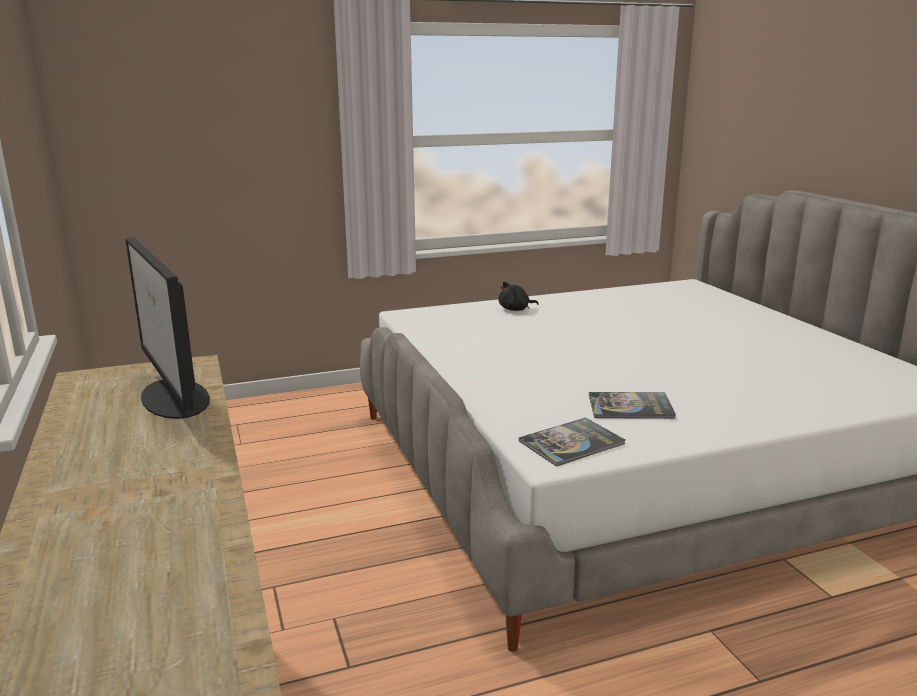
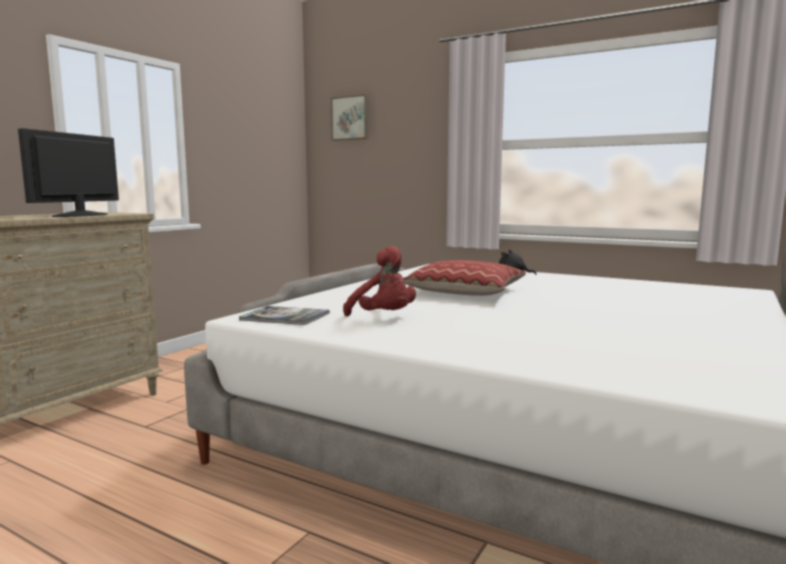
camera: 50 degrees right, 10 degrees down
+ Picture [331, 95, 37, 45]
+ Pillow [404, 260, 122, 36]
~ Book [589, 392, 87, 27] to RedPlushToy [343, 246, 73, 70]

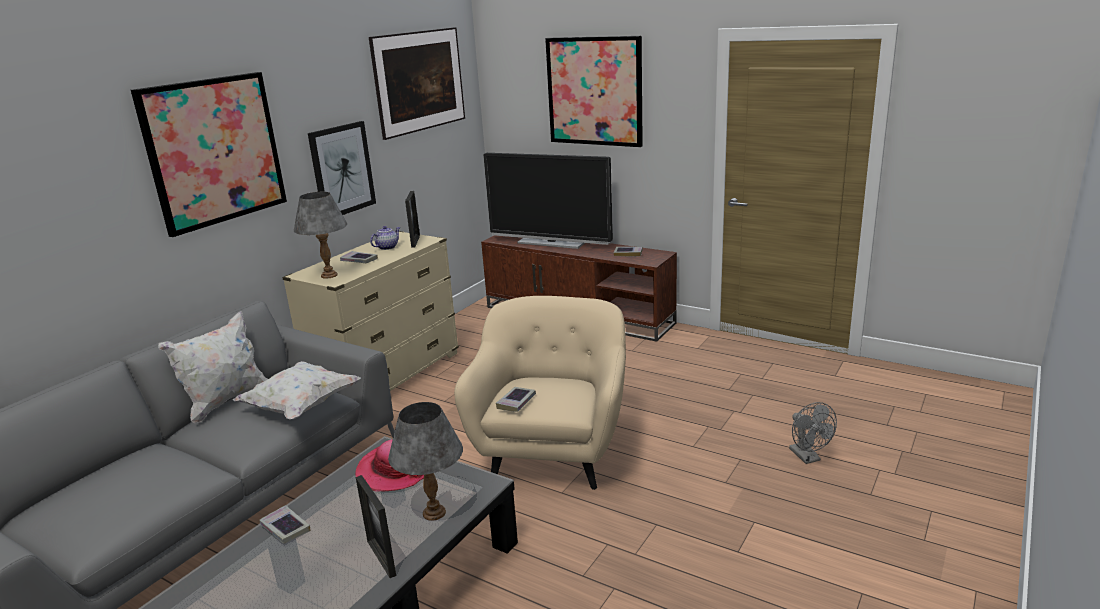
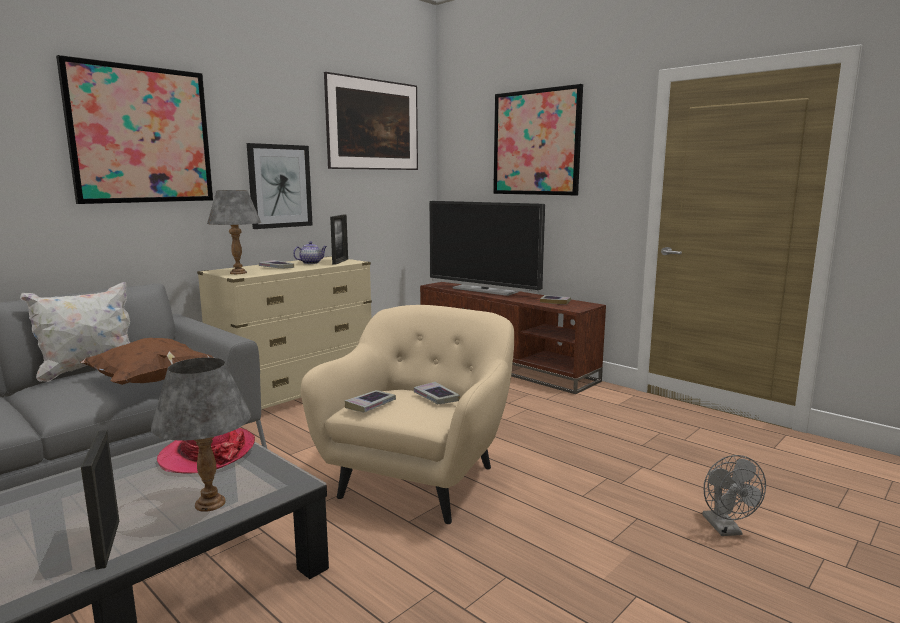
camera: 10 degrees right, 10 degrees down
~ Book [259, 505, 51, 39] to [414, 382, 46, 22]
~ WhitePillow [233, 361, 128, 58] to BrownPillow [80, 338, 135, 47]

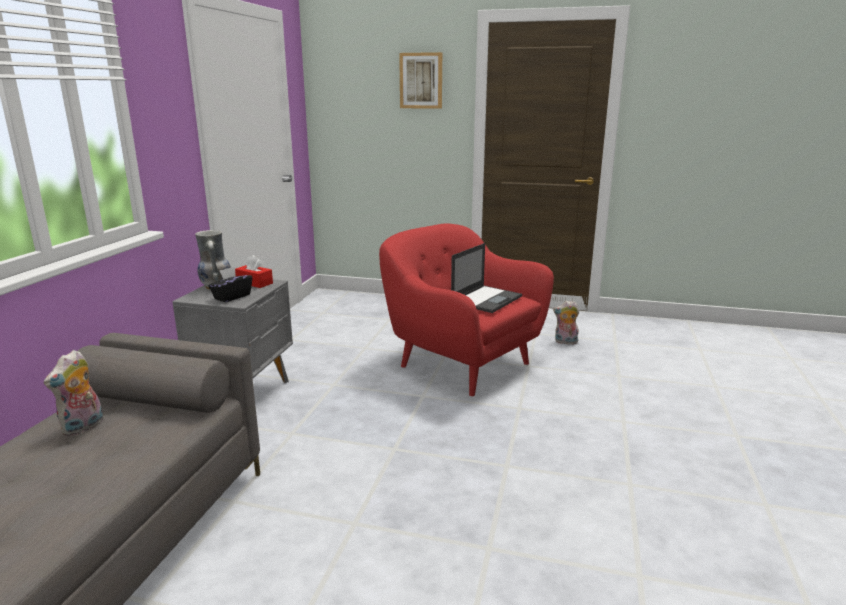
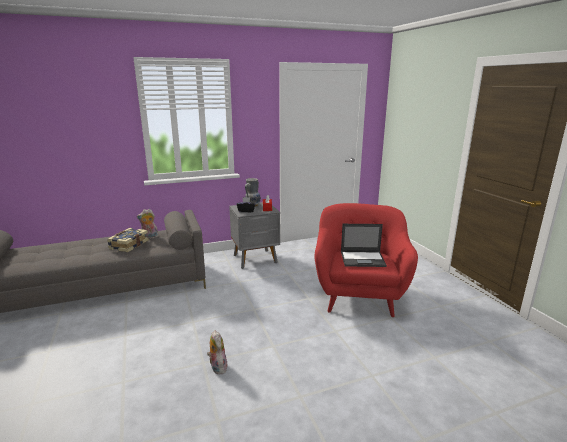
camera: 55 degrees right, 0 degrees up
- Picture [399, 52, 43, 57]
+ Book [107, 228, 42, 24]
~ PlushToy [553, 301, 26, 44] to [207, 331, 20, 43]

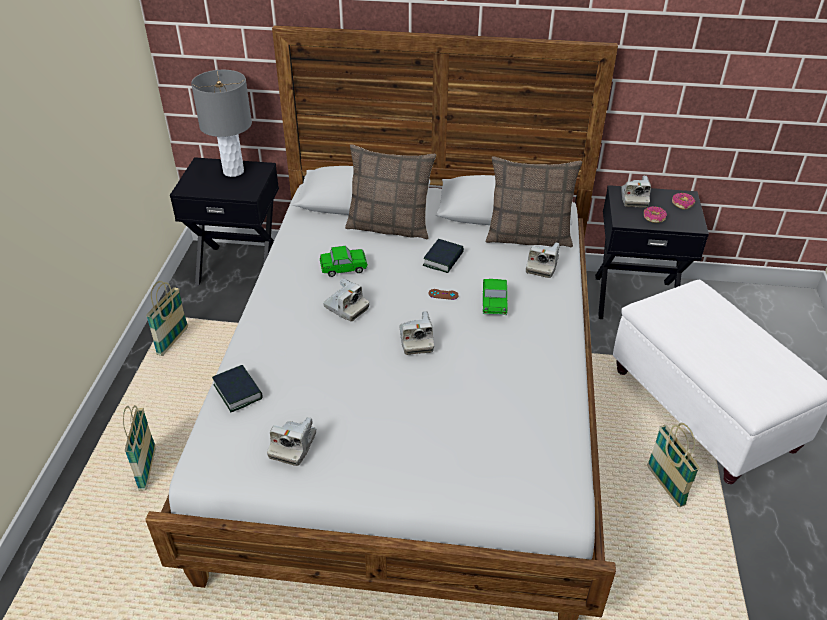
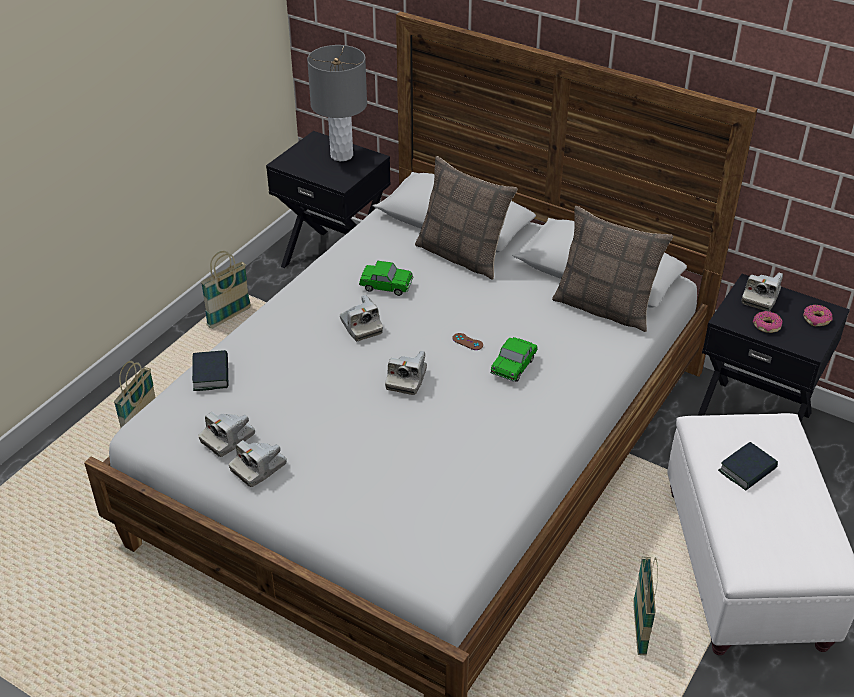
camera: 25 degrees right, 0 degrees up
~ Book [423, 239, 41, 34] to [718, 442, 60, 49]
~ PhotoCamera [526, 243, 34, 35] to [229, 440, 58, 47]

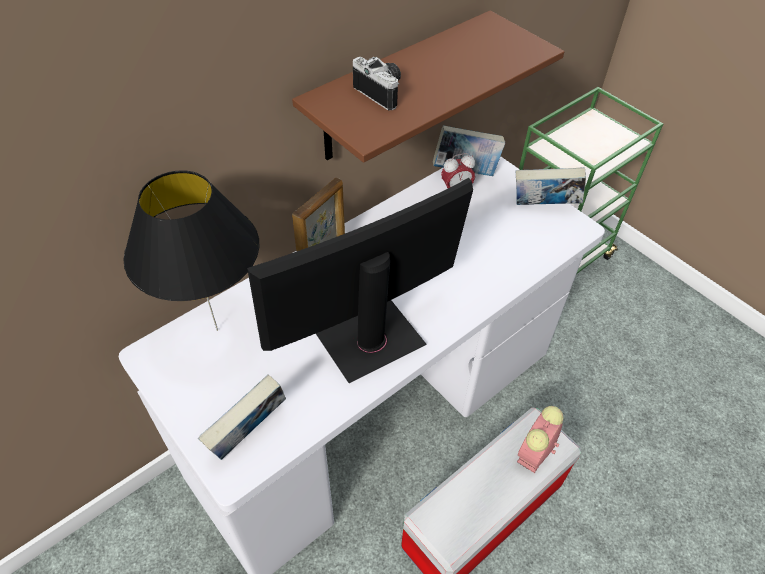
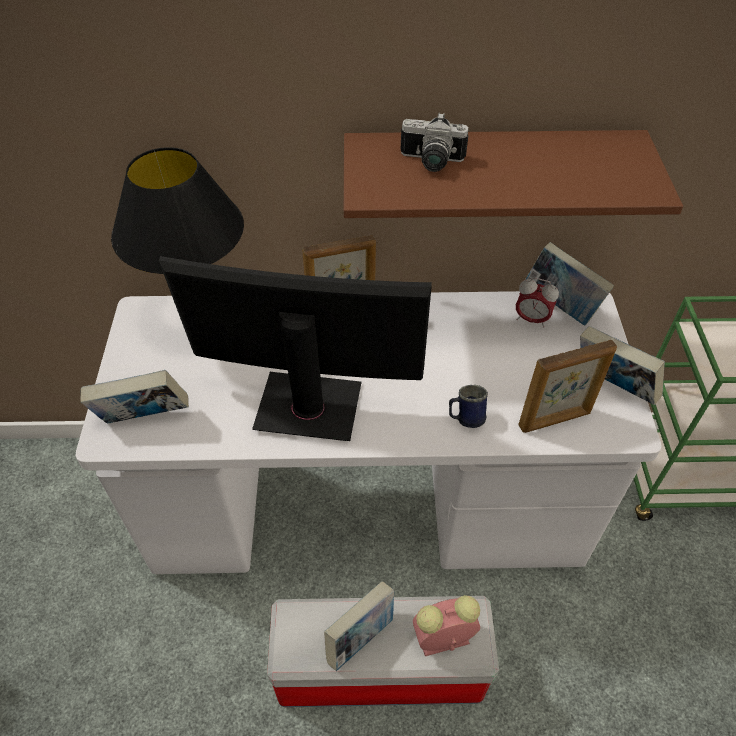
camera: 40 degrees right, 0 degrees up
+ Book [324, 581, 70, 90]
+ BlueMug [449, 385, 39, 43]
+ PictureFrame [518, 340, 99, 93]
~ PhotoCamera [353, 57, 48, 53] = [401, 113, 68, 59] 105 degrees clockwise

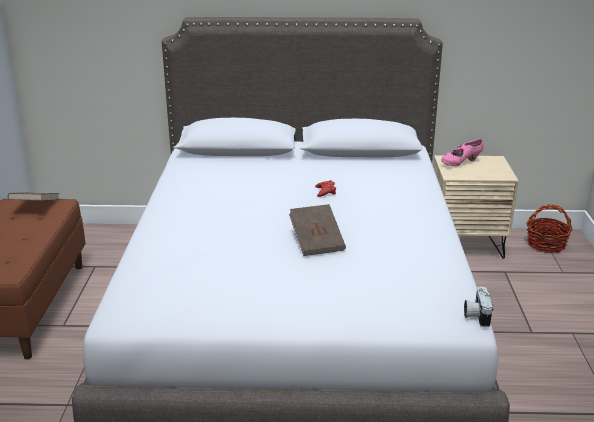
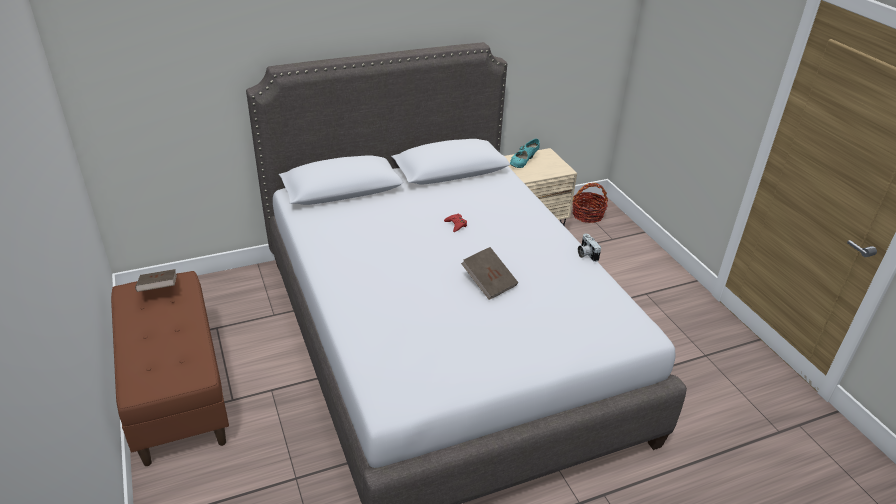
camera: 25 degrees left, 10 degrees up
~ PhotoCamera [464, 286, 29, 42] to [578, 234, 23, 28]
~ PinkShoe [441, 139, 43, 27] to TurquoiseShoe [510, 139, 30, 29]

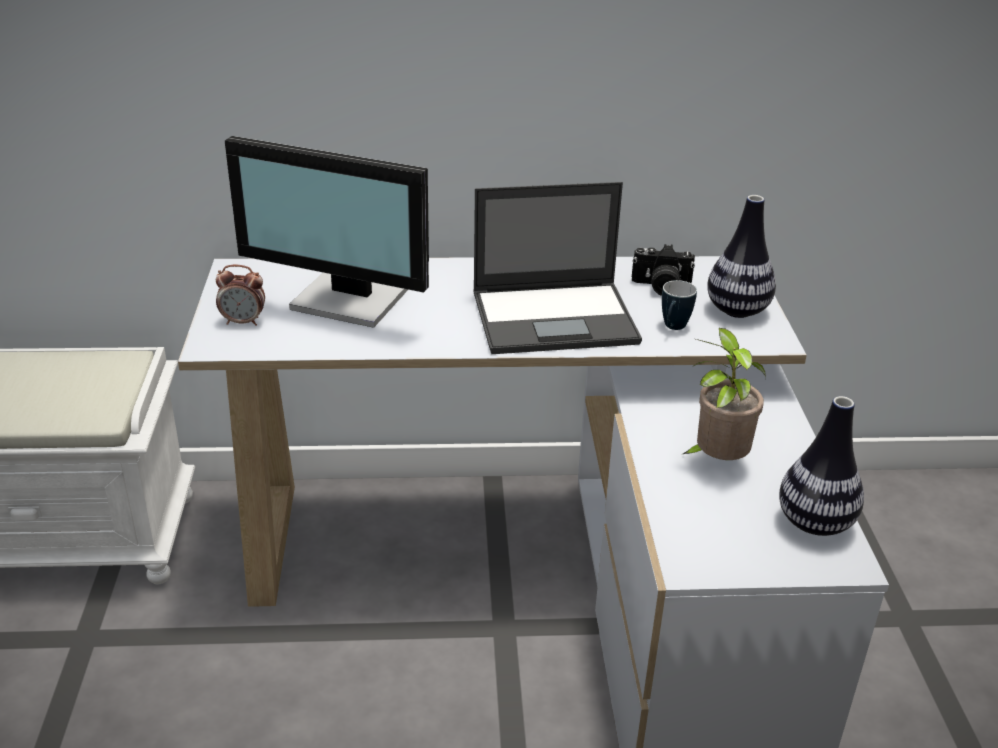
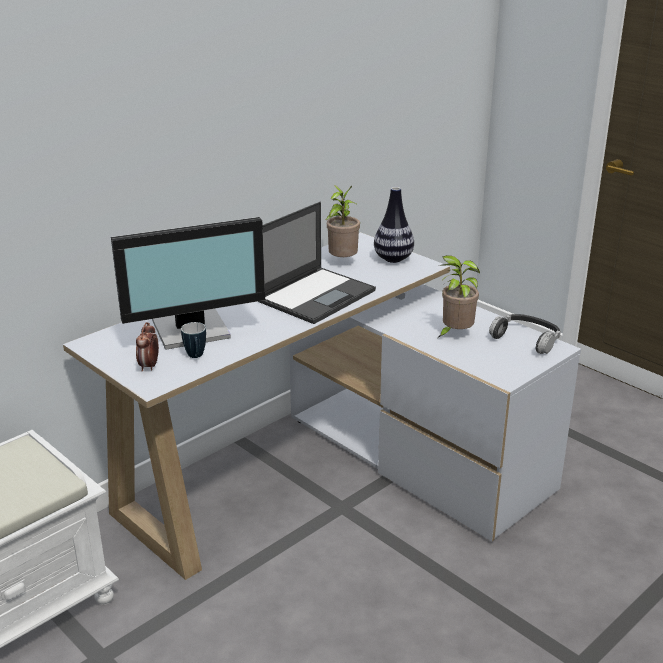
camera: 40 degrees left, 5 degrees down
~ Mug [662, 280, 35, 50] to [181, 322, 25, 36]
~ PhotoCamera [632, 244, 63, 52] to PottedPlant [326, 185, 34, 72]
~ Vase [779, 396, 85, 140] to Headphones [489, 314, 72, 40]
~ AlarmClock [216, 265, 49, 61] = [136, 322, 23, 50] 135 degrees clockwise

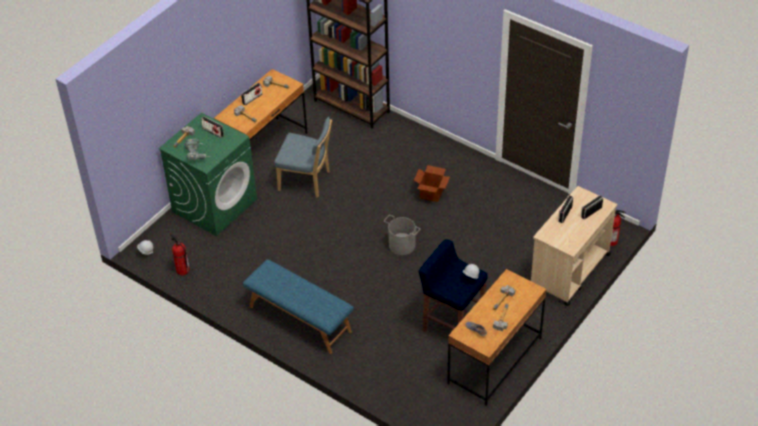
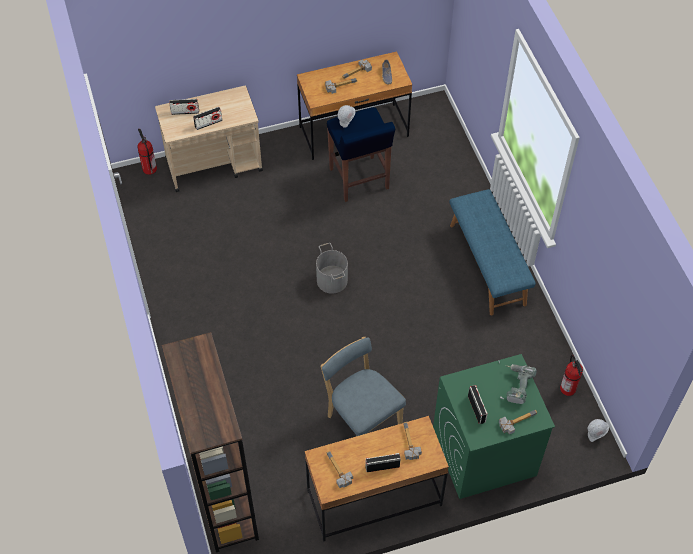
camera: 145 degrees left, 10 degrees up
- CardboardBox [414, 165, 36, 37]

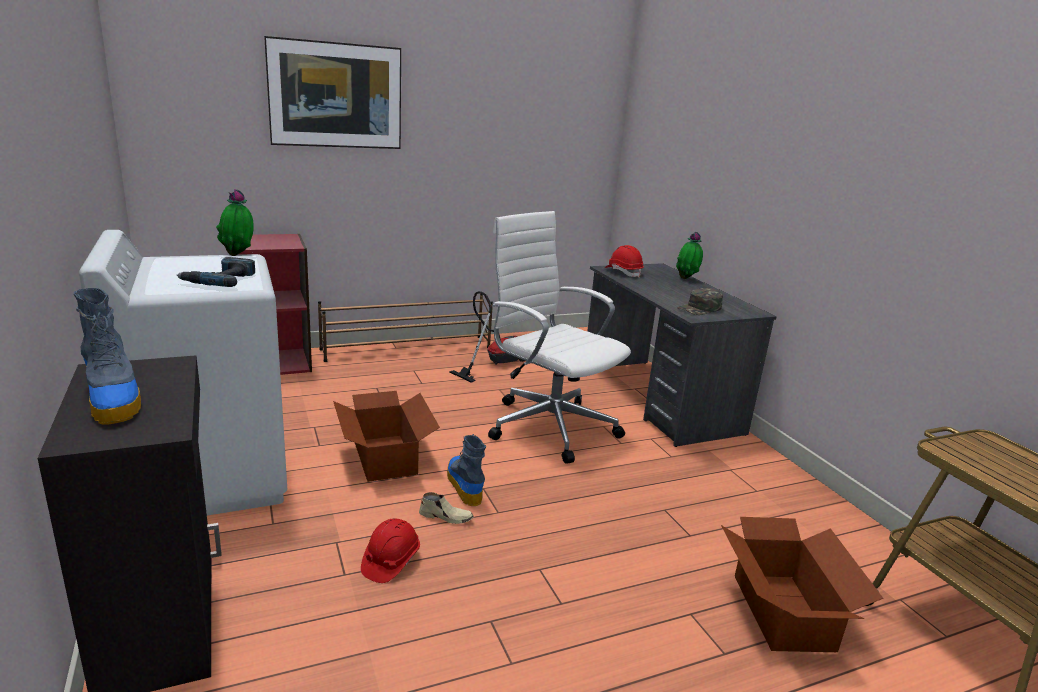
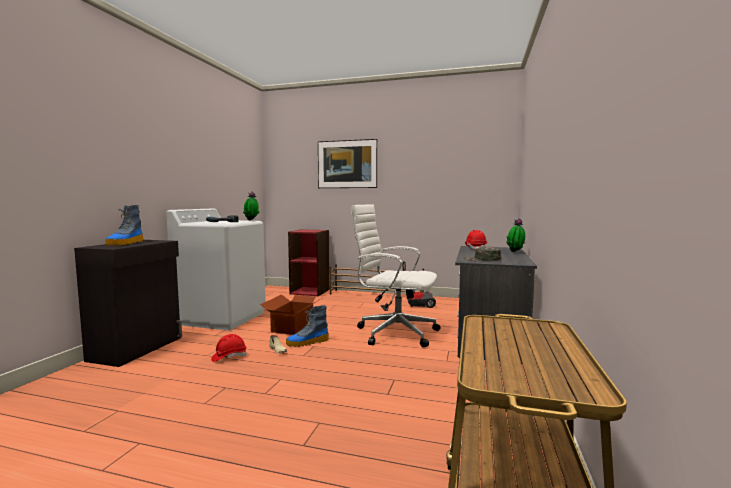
camera: 40 degrees right, 15 degrees down
- CardboardBox [721, 517, 162, 135]
~ Boot [447, 434, 39, 72] = [286, 305, 43, 42] 135 degrees counterclockwise
~ WhiteOfficeChair [488, 211, 143, 252] = [351, 204, 90, 144] 60 degrees counterclockwise

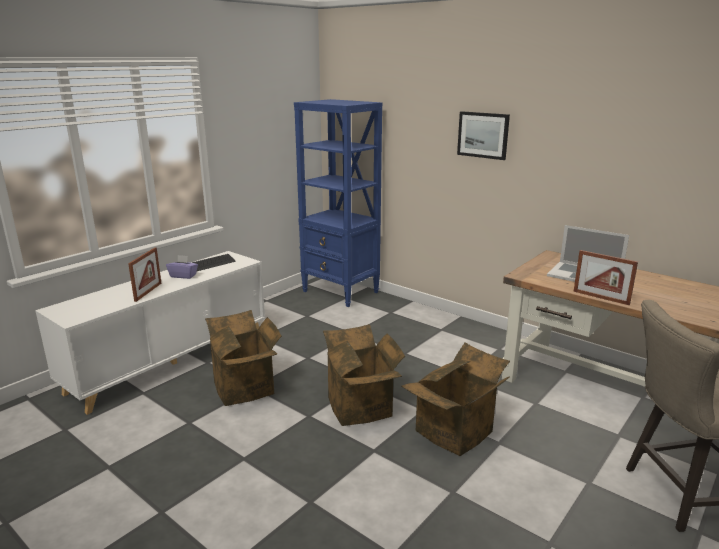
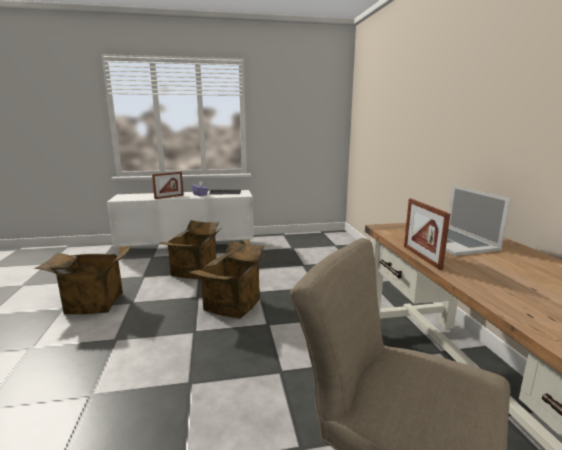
camera: 40 degrees right, 5 degrees down
- BlueBookcase [294, 99, 88, 208]
- Picture [457, 111, 53, 49]
~ CardboardBox [401, 343, 109, 113] to [34, 245, 98, 69]

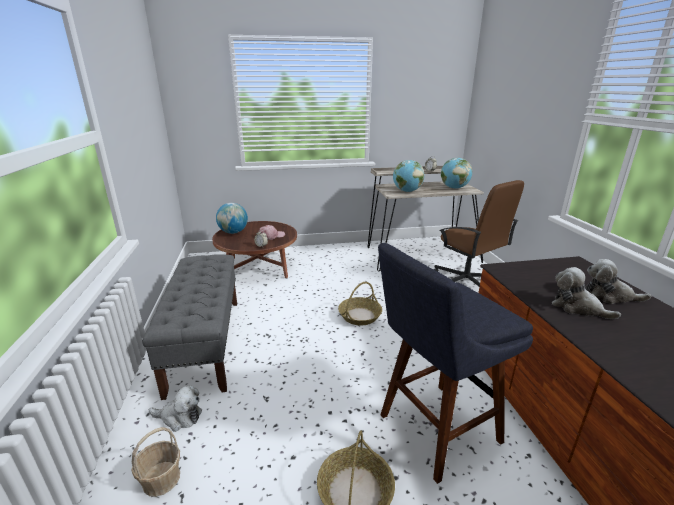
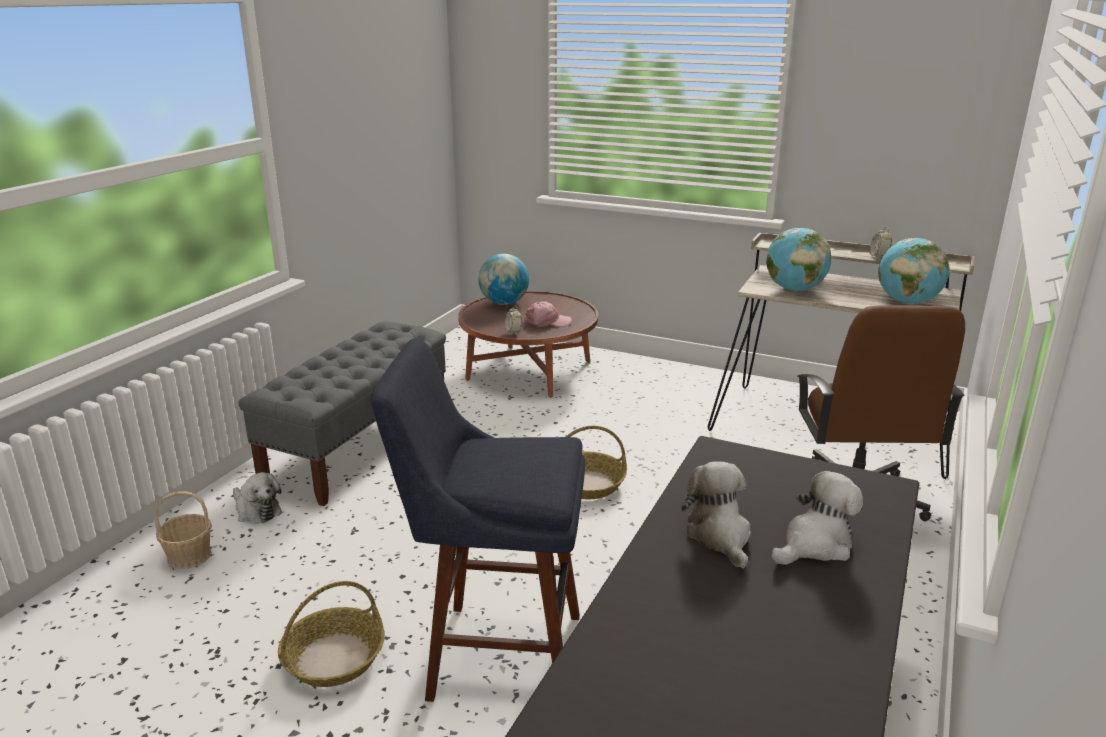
camera: 35 degrees right, 0 degrees up
~ PlushToy [585, 259, 66, 45] = [771, 471, 92, 94] 90 degrees clockwise

